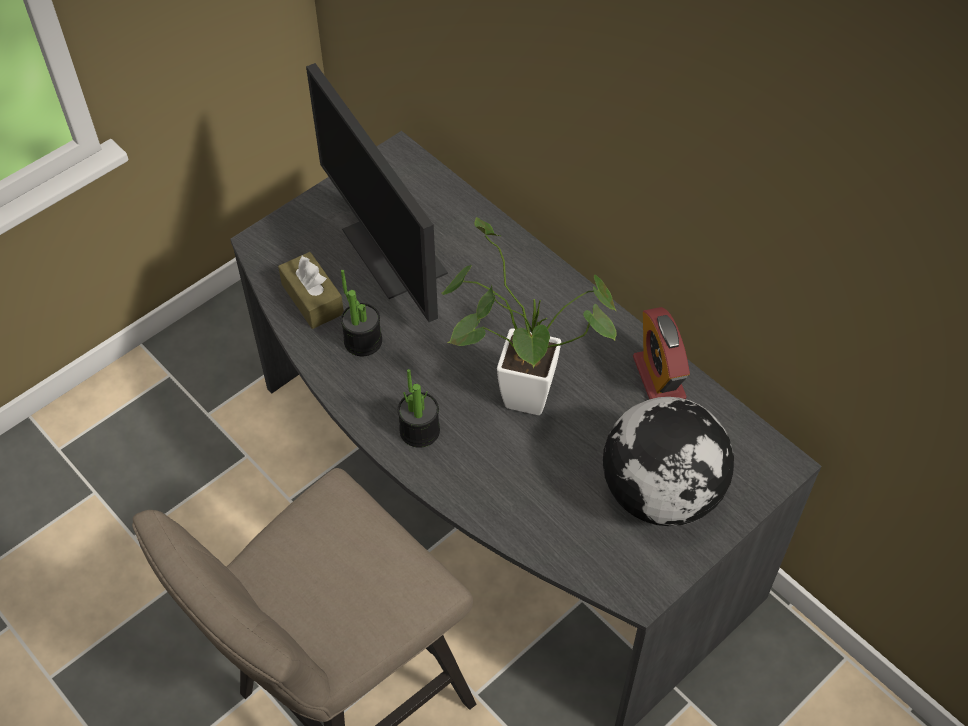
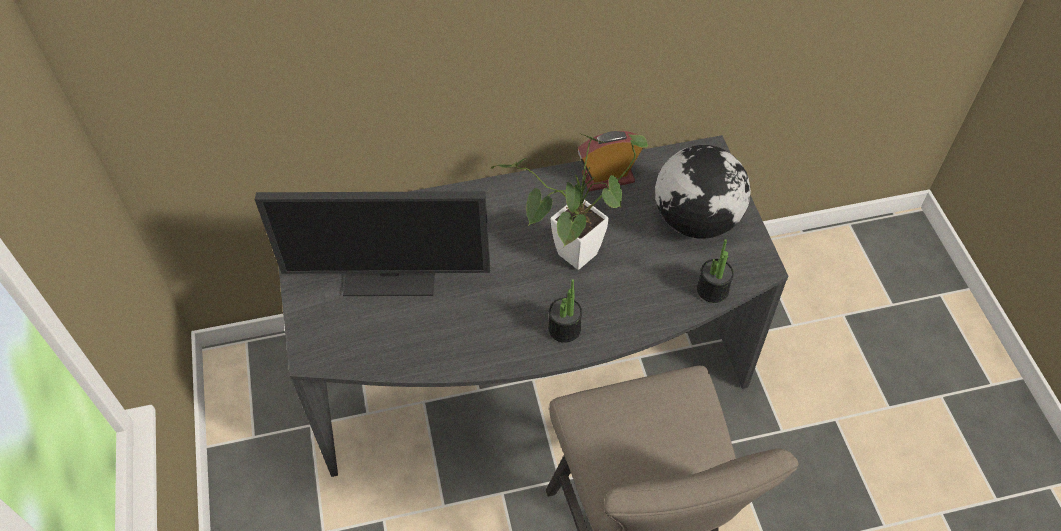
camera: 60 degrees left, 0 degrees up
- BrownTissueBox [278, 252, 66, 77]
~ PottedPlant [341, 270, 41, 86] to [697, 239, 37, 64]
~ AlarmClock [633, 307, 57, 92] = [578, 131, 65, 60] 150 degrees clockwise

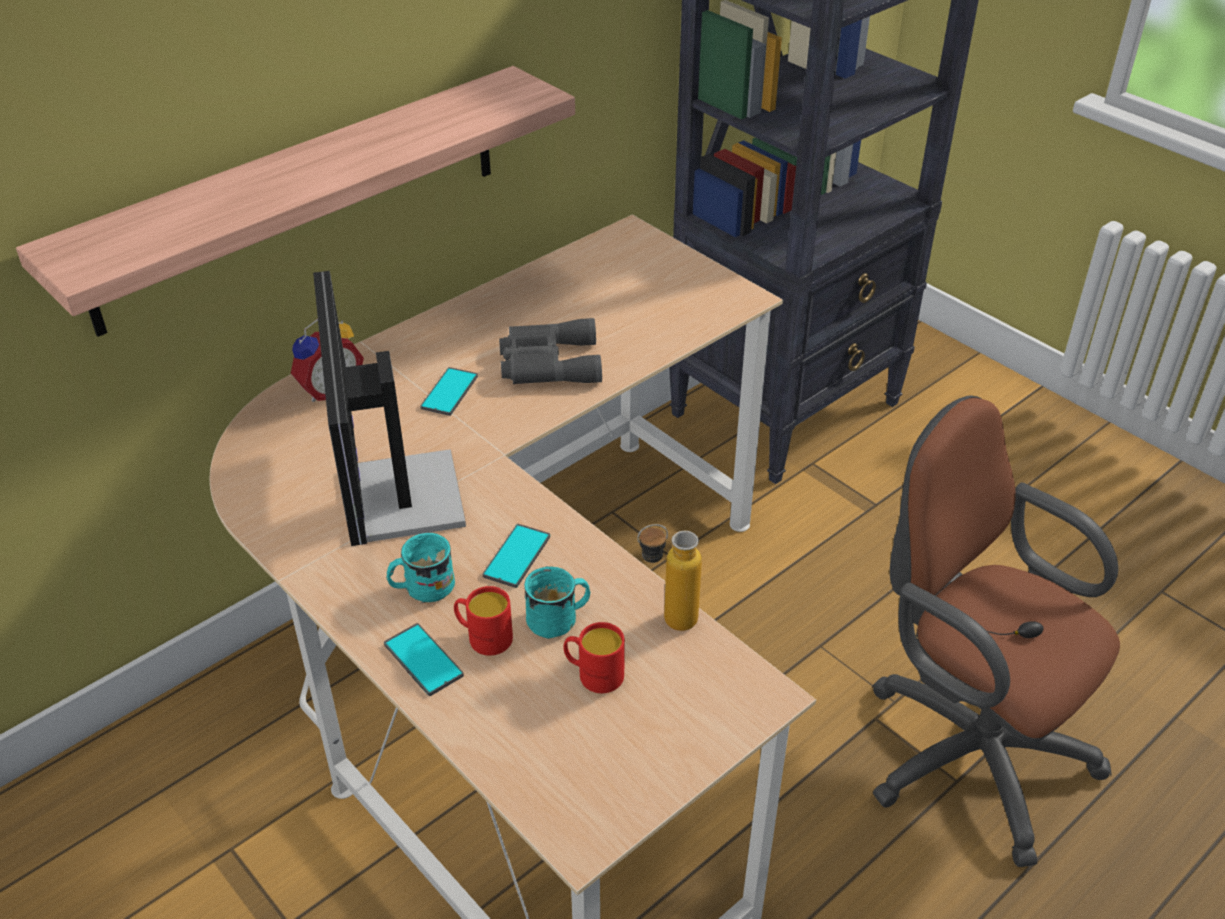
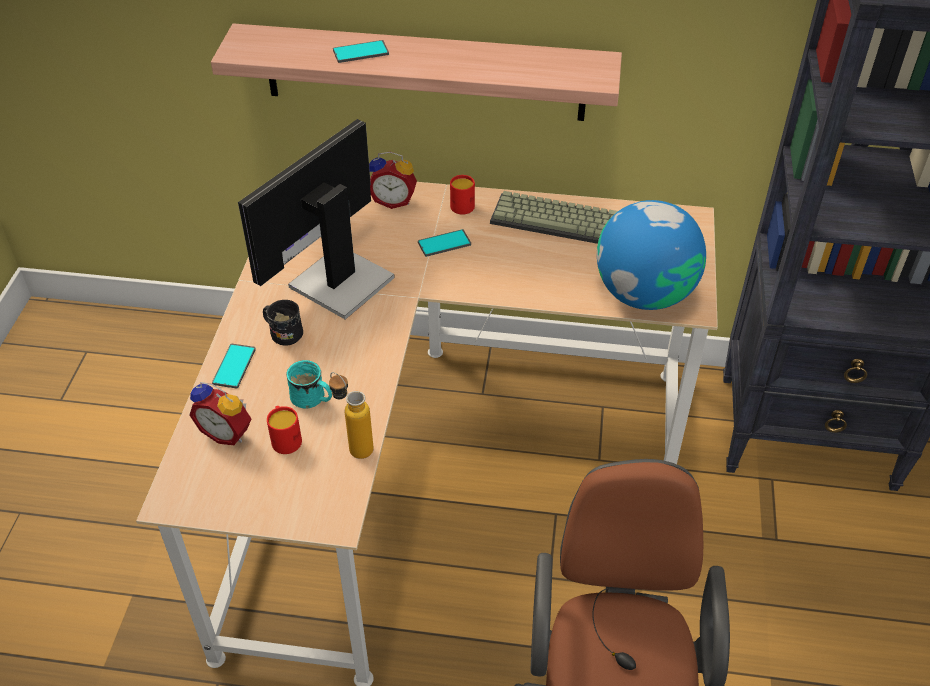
camera: 50 degrees right, 5 degrees up
- GreyBinoculars [499, 318, 103, 66]
+ AlarmClock [189, 382, 62, 63]
+ Keyboard [490, 191, 128, 53]
+ Globe [597, 200, 109, 110]
~ RedMug [454, 586, 59, 70] to [450, 175, 25, 40]
~ Phone [483, 524, 67, 64] to [333, 40, 56, 23]
~ TurquoiseMug [387, 533, 68, 70] to BlackMug [263, 300, 40, 46]

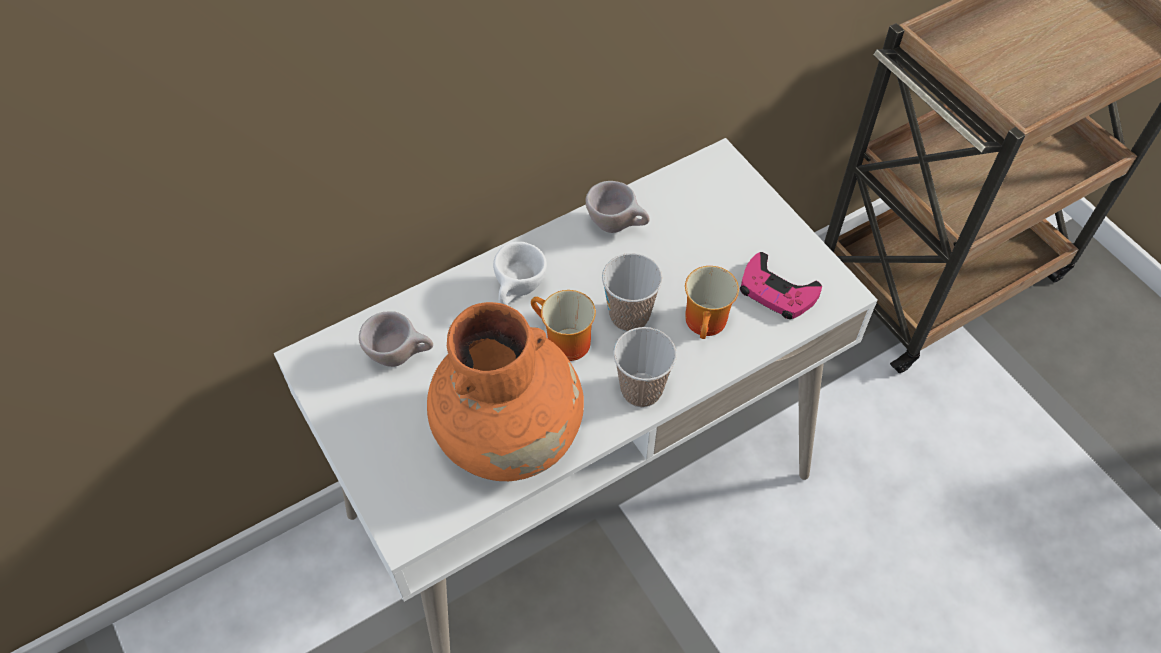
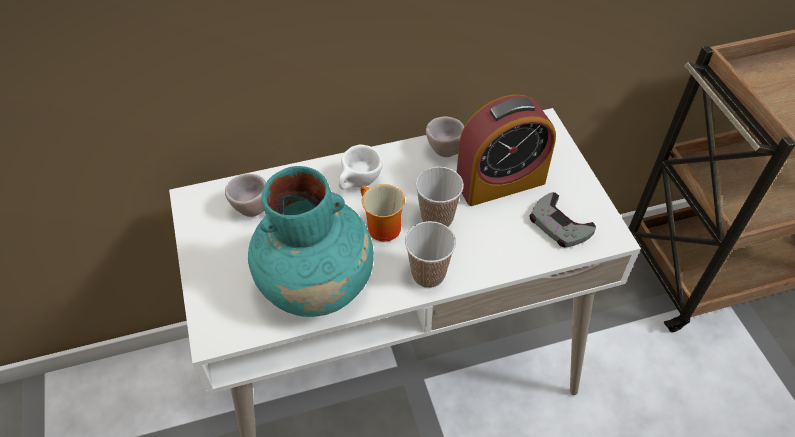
camera: 15 degrees right, 5 degrees down
- Mug [685, 266, 54, 73]
+ AlarmClock [457, 94, 99, 112]
~ OrangeVase [427, 302, 157, 179] to TurquoiseVase [248, 166, 126, 151]
~ PinkGameController [740, 252, 82, 67] to GreyGameController [529, 192, 67, 56]

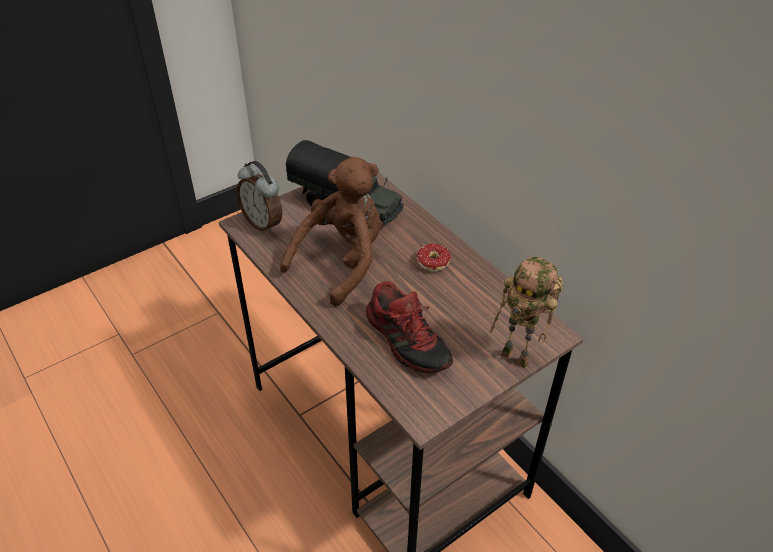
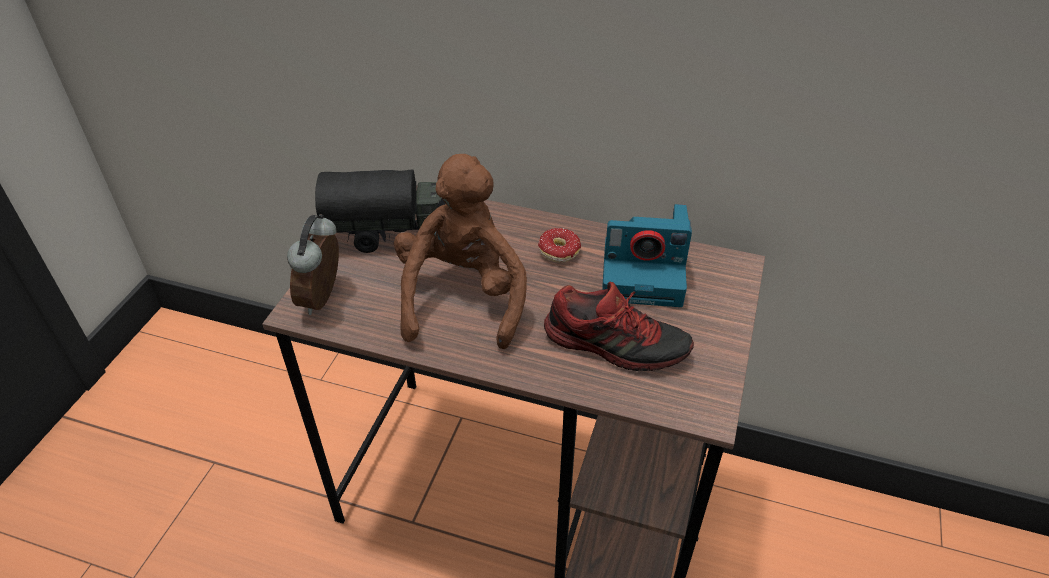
camera: 35 degrees left, 0 degrees up
- ToyRobot [490, 257, 73, 112]
+ PhotoCamera [602, 204, 90, 103]
~ AlarmClock [236, 161, 47, 73] = [287, 214, 52, 101] 90 degrees clockwise

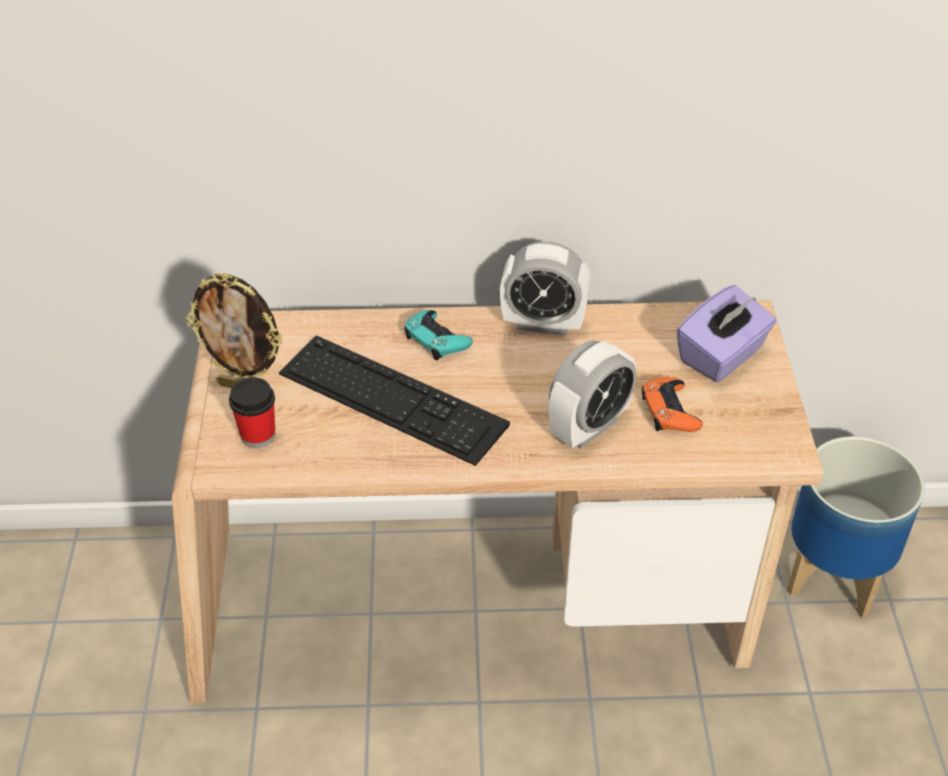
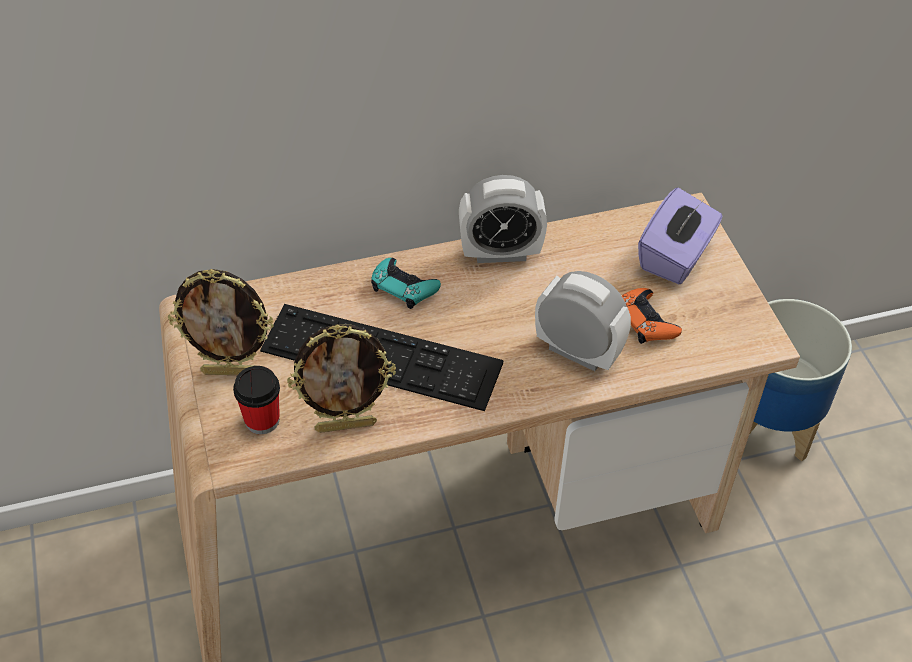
camera: 15 degrees left, 5 degrees up
+ PictureFrame [287, 324, 109, 109]
~ AlarmClock [549, 340, 87, 109] = [535, 271, 96, 100] 90 degrees counterclockwise

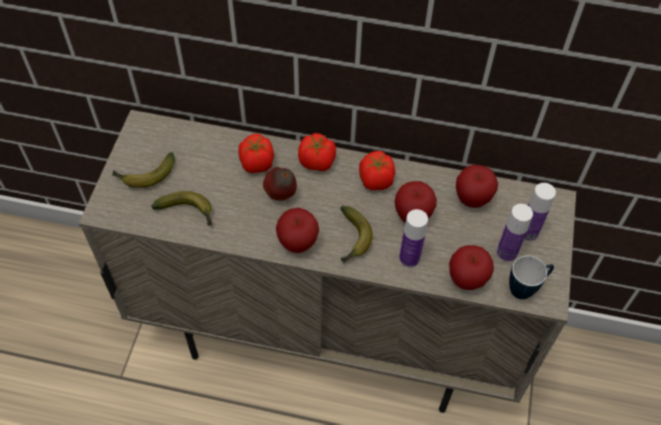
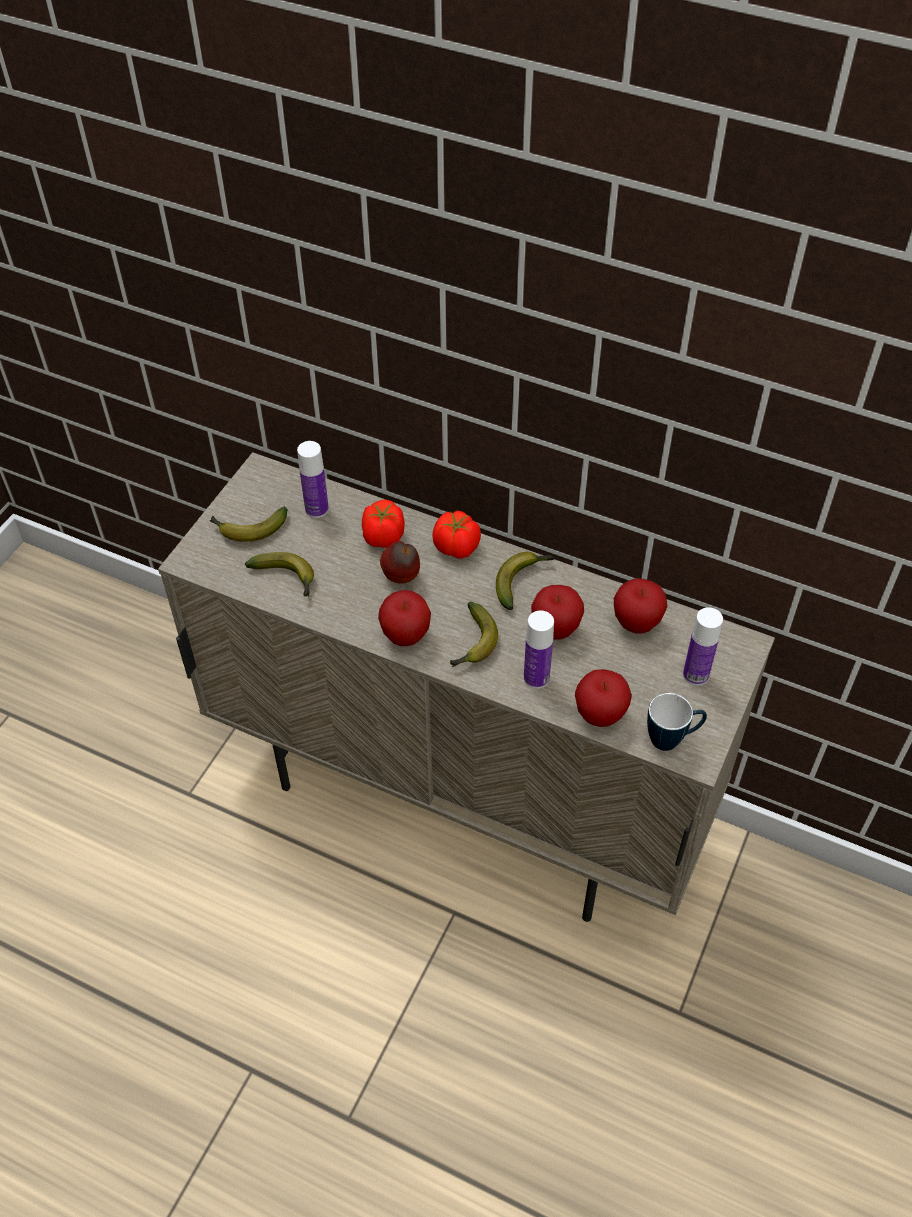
camera: 15 degrees right, 5 degrees down
~ Bottle [497, 204, 36, 58] to [297, 441, 32, 77]
~ Tomato [359, 151, 36, 39] to Banana [496, 552, 58, 58]

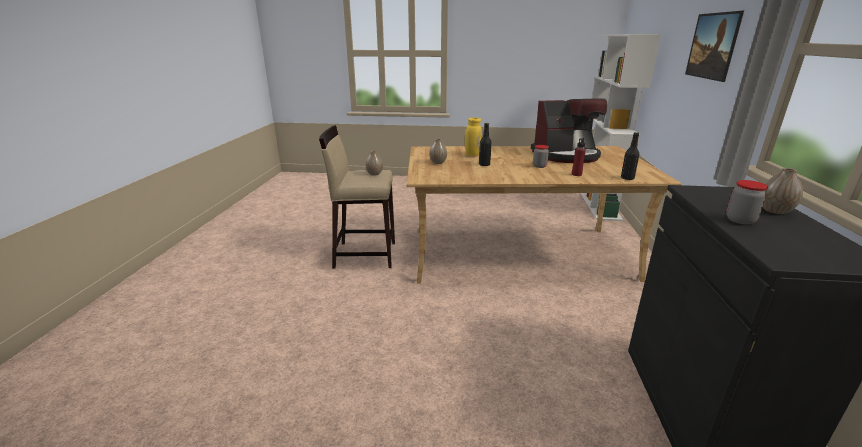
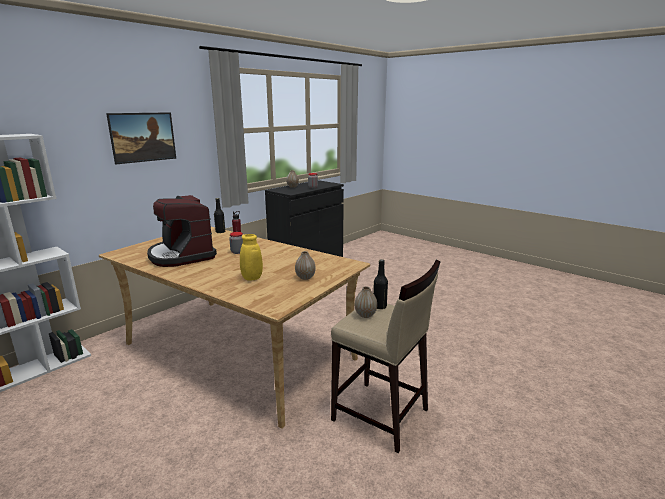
camera: 145 degrees left, 5 degrees down
~ BlackBottle [479, 123, 13, 43] to [373, 259, 15, 50]
~ CoffeeMachine [531, 98, 76, 65] = [147, 195, 70, 72] 150 degrees counterclockwise

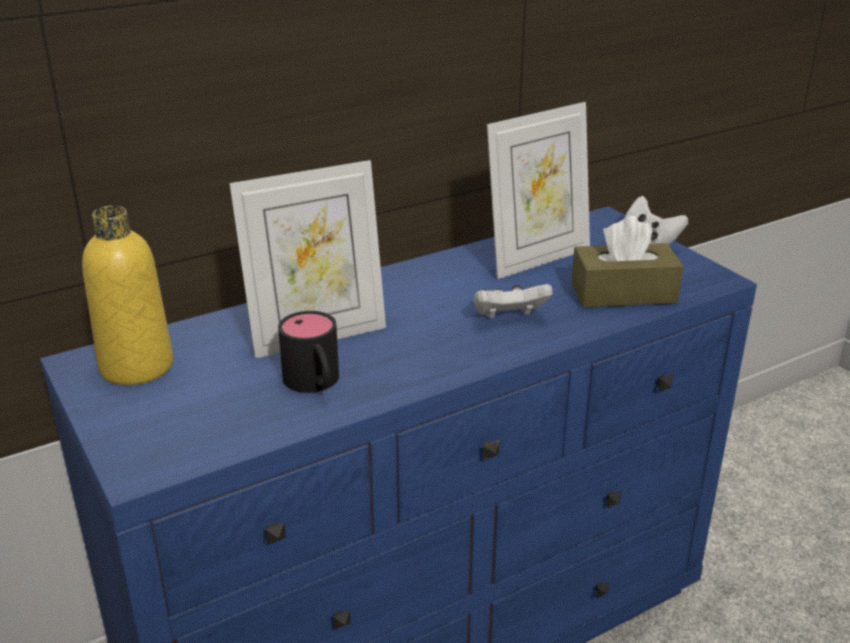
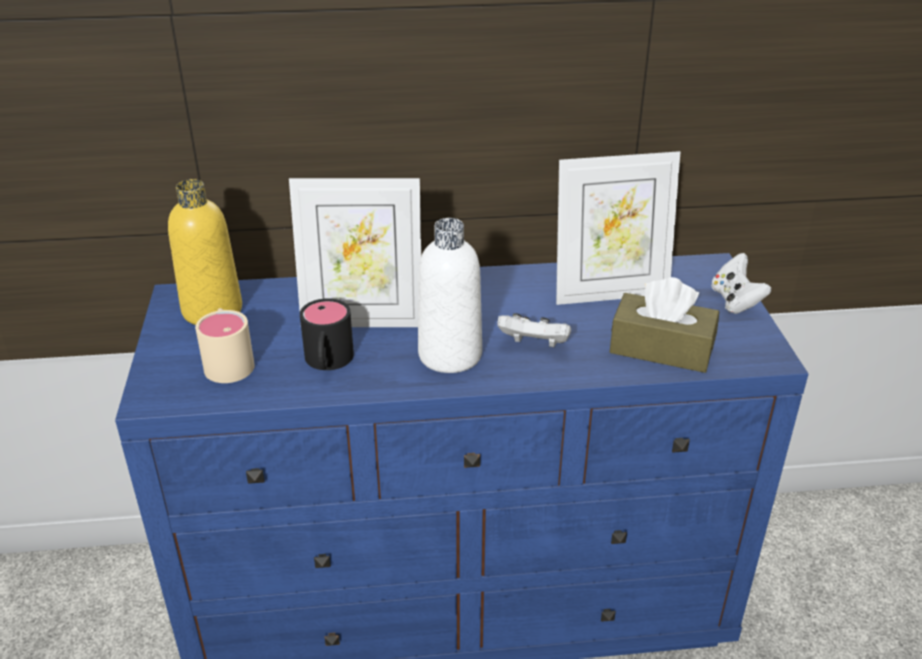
camera: 25 degrees right, 5 degrees up
+ BeigeMug [195, 308, 60, 75]
+ WhiteBottle [418, 218, 64, 155]

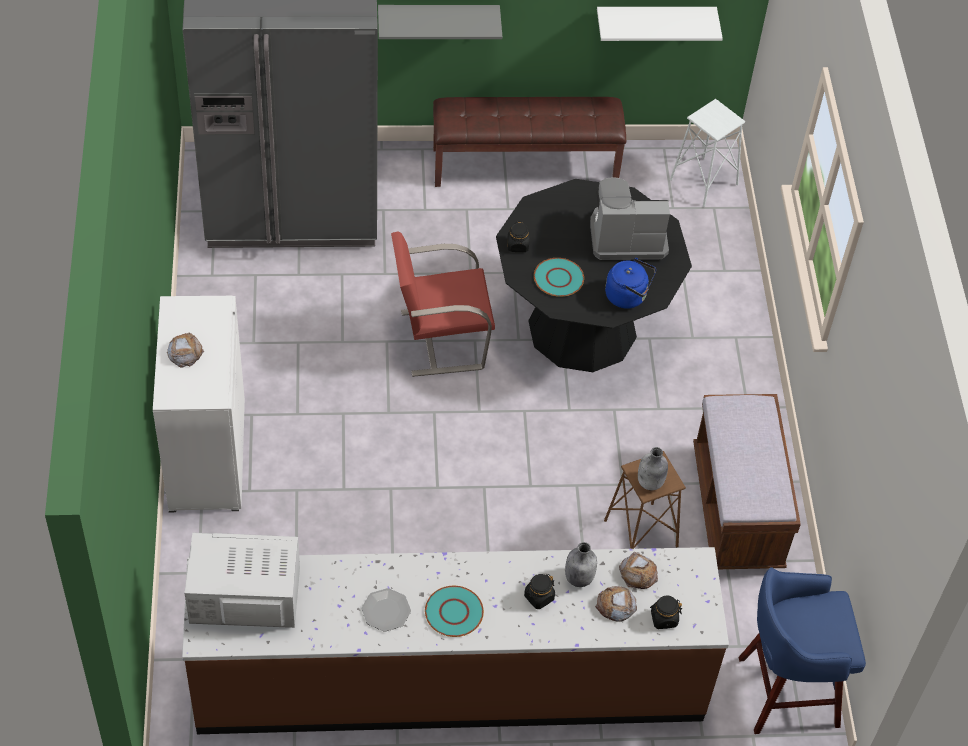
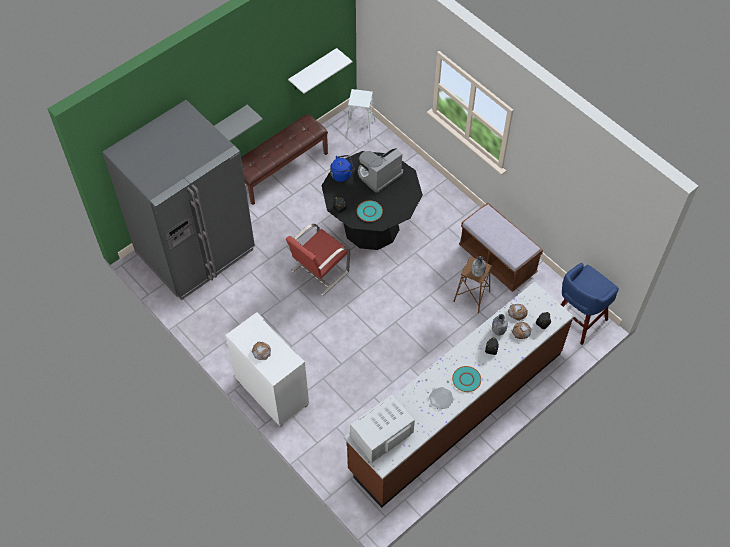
camera: 35 degrees left, 5 degrees up
~ BlueKettle [605, 258, 51, 51] to [330, 155, 25, 27]

